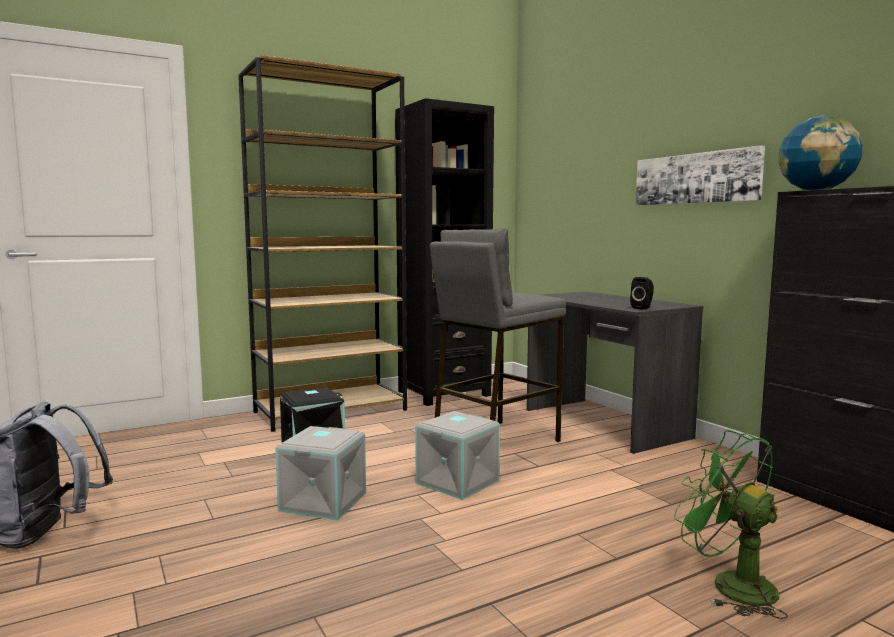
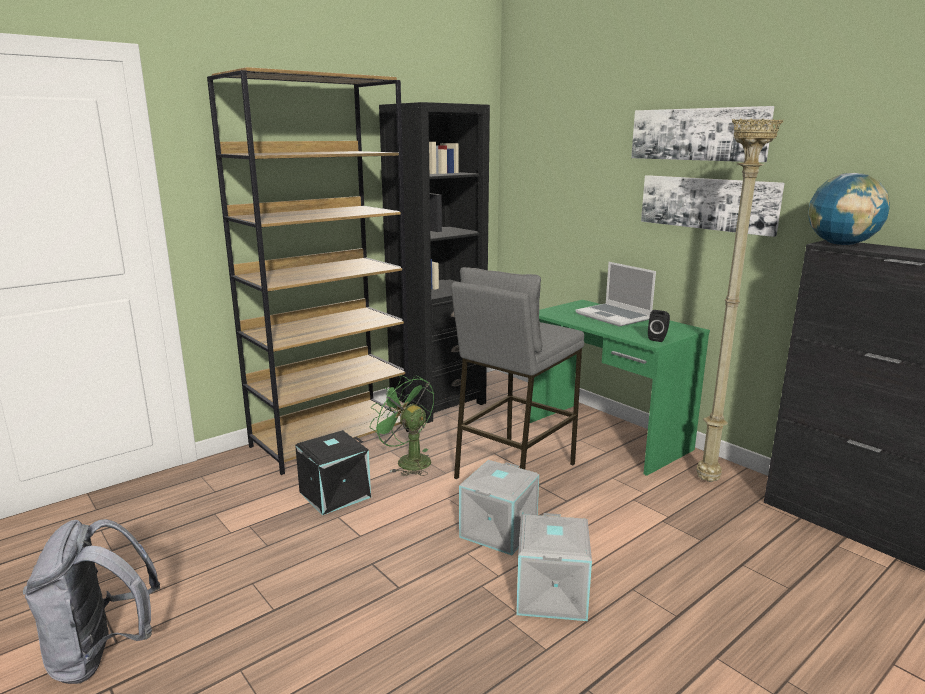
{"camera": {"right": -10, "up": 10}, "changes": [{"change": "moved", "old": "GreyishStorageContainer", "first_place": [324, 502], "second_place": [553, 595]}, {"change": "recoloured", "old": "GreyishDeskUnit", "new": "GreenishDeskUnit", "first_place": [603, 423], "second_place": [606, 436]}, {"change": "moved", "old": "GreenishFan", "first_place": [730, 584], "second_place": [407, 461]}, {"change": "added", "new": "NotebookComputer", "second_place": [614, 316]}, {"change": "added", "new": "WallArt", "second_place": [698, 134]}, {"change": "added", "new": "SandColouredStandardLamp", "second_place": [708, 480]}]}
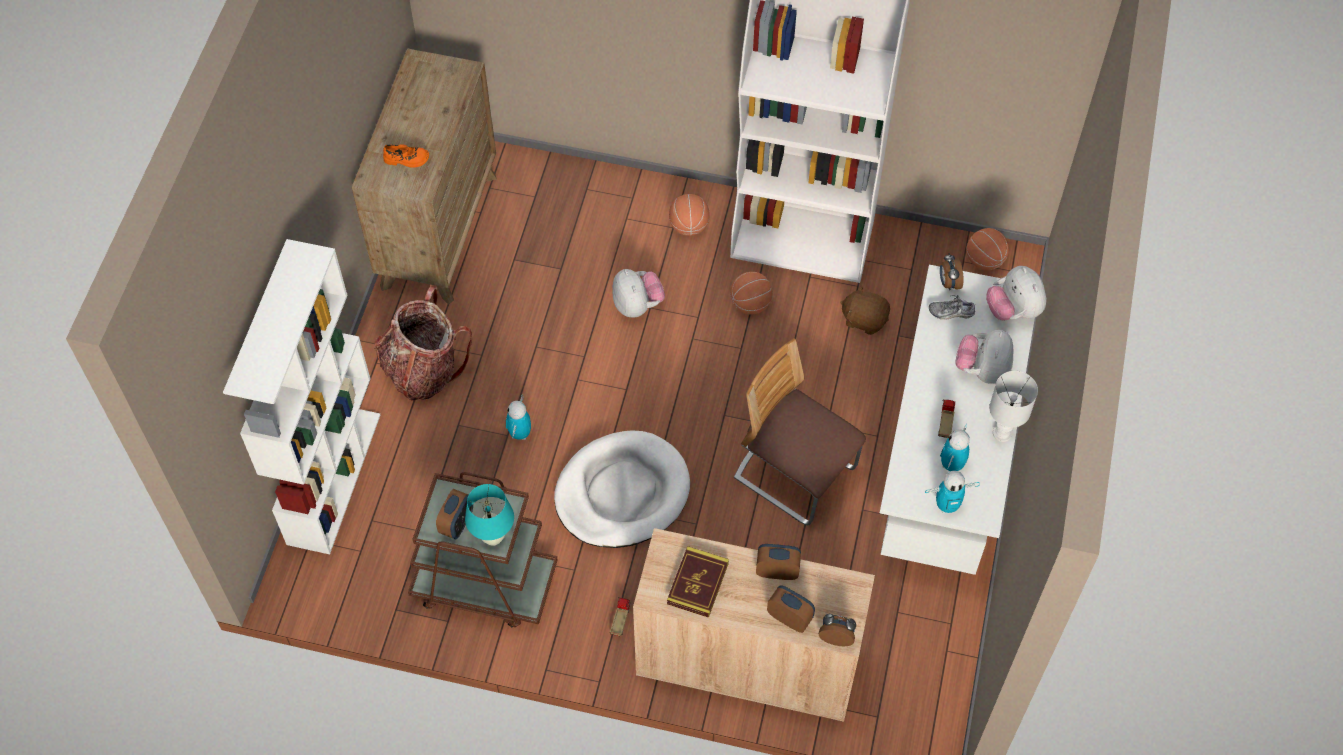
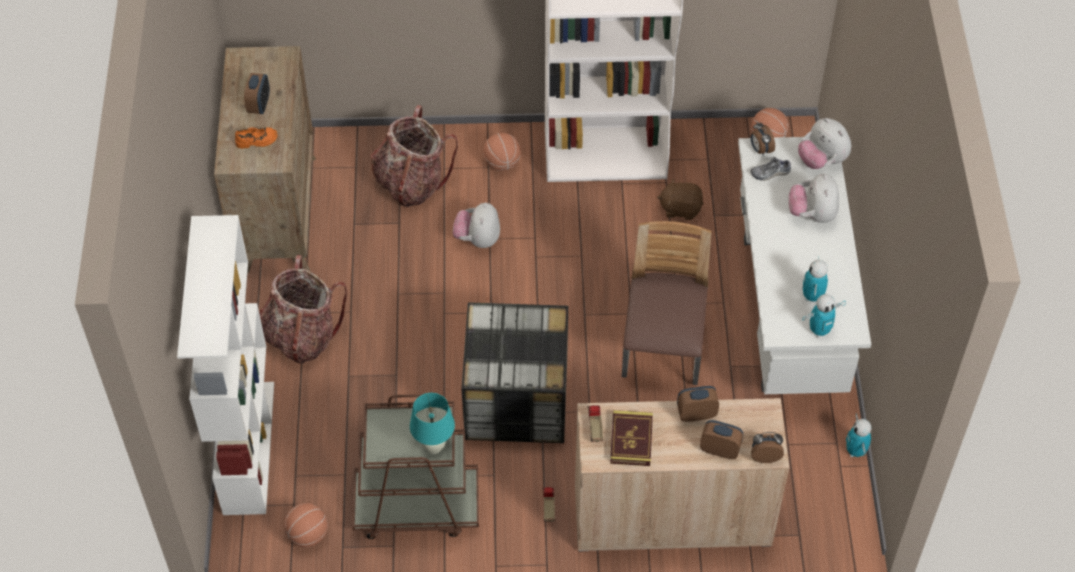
{"camera": {"right": -15, "up": -5}, "changes": [{"change": "moved", "old": "AlarmClock", "first_place": [457, 523], "second_place": [259, 105]}, {"change": "moved", "old": "ToyRobot", "first_place": [520, 433], "second_place": [855, 451]}, {"change": "replaced", "old": "WhiteDogCushion", "new": "StorageContainer", "first_place": [622, 493], "second_place": [515, 400]}, {"change": "turned", "old": "SoftToy", "first_place": [637, 305], "second_place": [478, 239], "degrees": -135}, {"change": "moved", "old": "BallForBasketball", "first_place": [751, 304], "second_place": [308, 535]}, {"change": "turned", "old": "Chair", "first_place": [795, 474], "second_place": [662, 350], "degrees": 75}, {"change": "moved", "old": "ModelTruck", "first_place": [945, 423], "second_place": [595, 428]}, {"change": "removed", "old": "WhiteTabletopLamp", "first_place": [1001, 433]}, {"change": "added", "new": "Backpack", "second_place": [411, 183]}]}
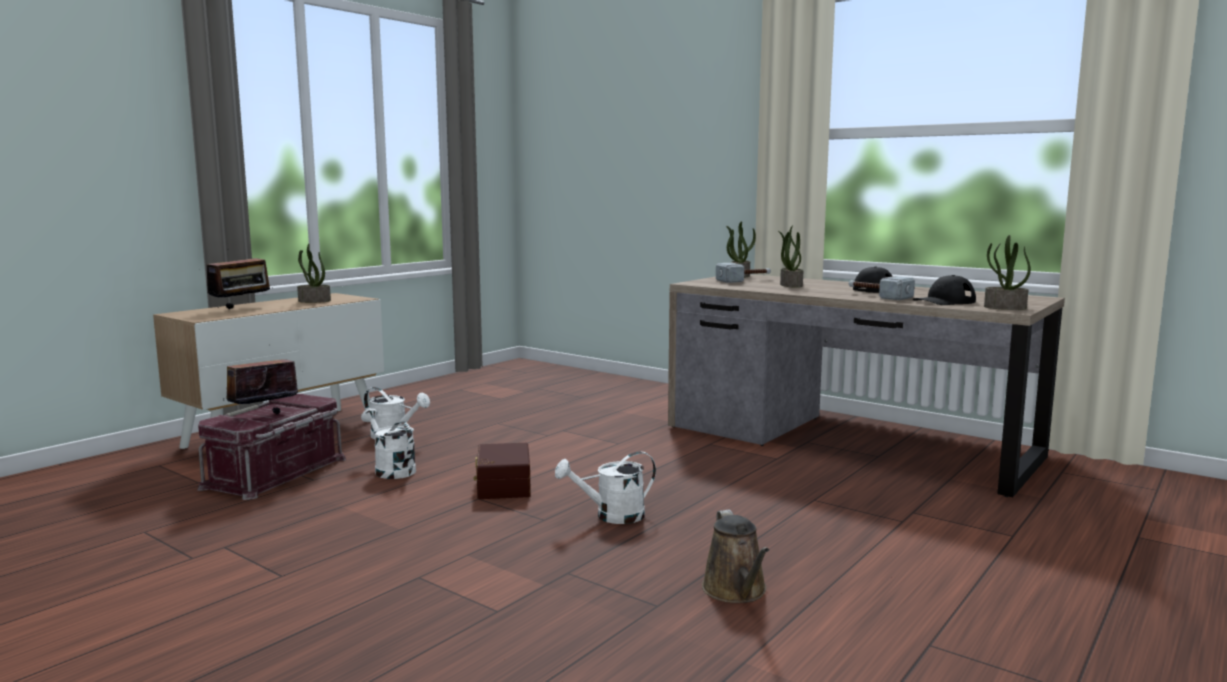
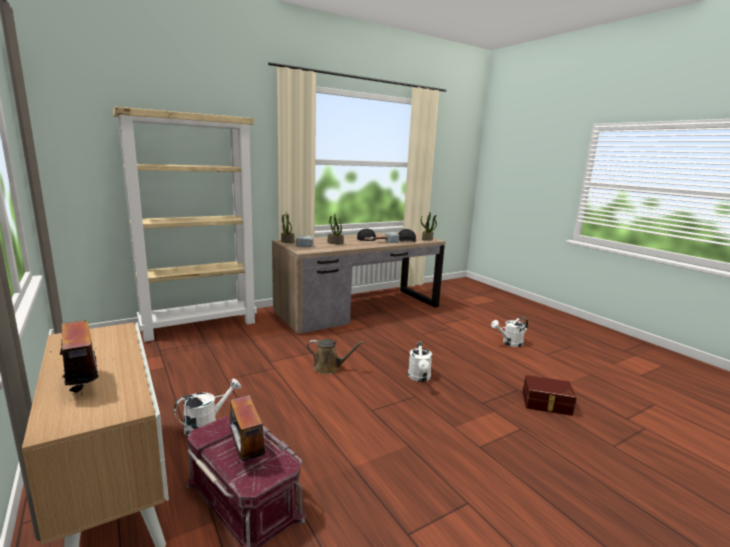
{"camera": {"right": -70, "up": 5}, "changes": [{"change": "removed", "old": "PlantInAPot", "first_place": [314, 301]}, {"change": "moved", "old": "WhiteWateringPot", "first_place": [391, 469], "second_place": [509, 343]}, {"change": "moved", "old": "BrownStorageContainer", "first_place": [502, 485], "second_place": [547, 404]}, {"change": "moved", "old": "BrownWateringPot", "first_place": [736, 591], "second_place": [329, 368]}, {"change": "added", "new": "SandColouredBookcase", "second_place": [200, 325]}]}
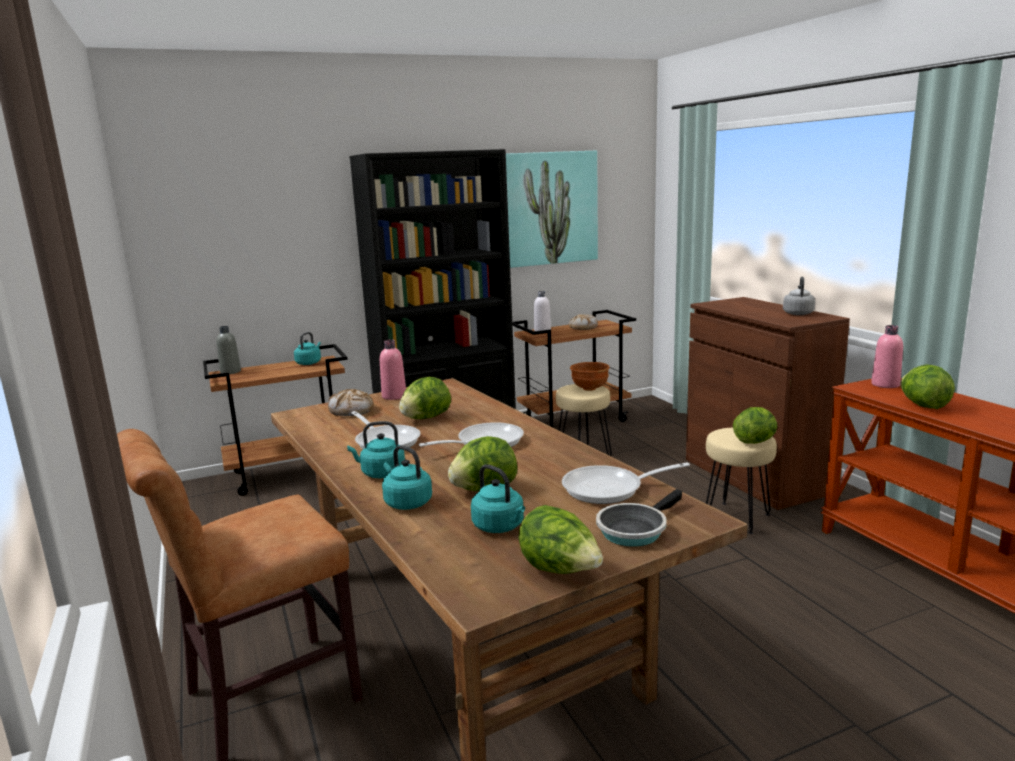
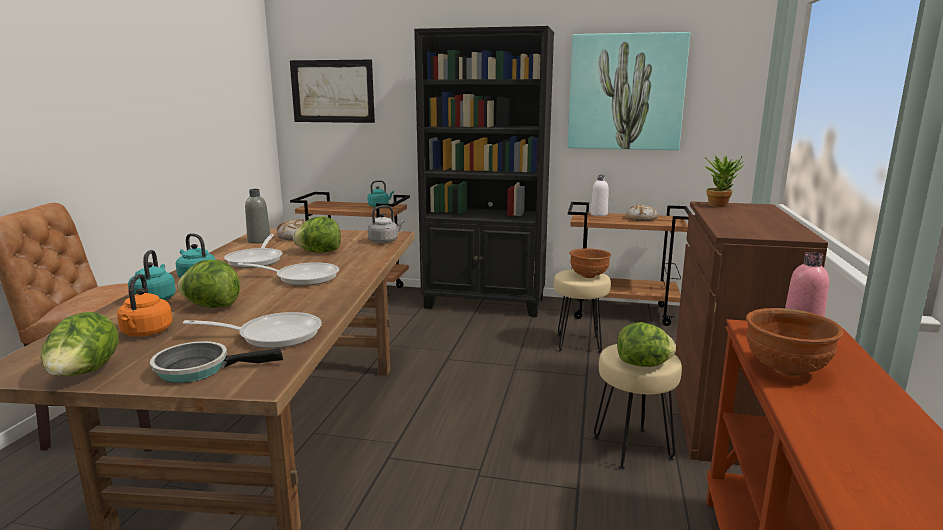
{"camera": {"right": 35, "up": 0}, "changes": [{"change": "moved", "old": "GreyishDrinkBottle", "first_place": [230, 372], "second_place": [259, 241]}, {"change": "removed", "old": "PinkColouredDrinkBottle", "first_place": [394, 396]}, {"change": "recoloured", "old": "TurquoiseKettle", "new": "OrangeKettle", "first_place": [500, 527], "second_place": [146, 333]}, {"change": "turned", "old": "Pan", "first_place": [609, 489], "second_place": [273, 335], "degrees": 150}, {"change": "moved", "old": "GreyishKettle", "first_place": [798, 313], "second_place": [385, 241]}, {"change": "replaced", "old": "HeadOfLettuce", "new": "BrownServingBowl", "first_place": [923, 406], "second_place": [785, 370]}, {"change": "added", "new": "WallArt", "second_place": [333, 91]}, {"change": "added", "new": "PlantInAPot", "second_place": [719, 205]}]}
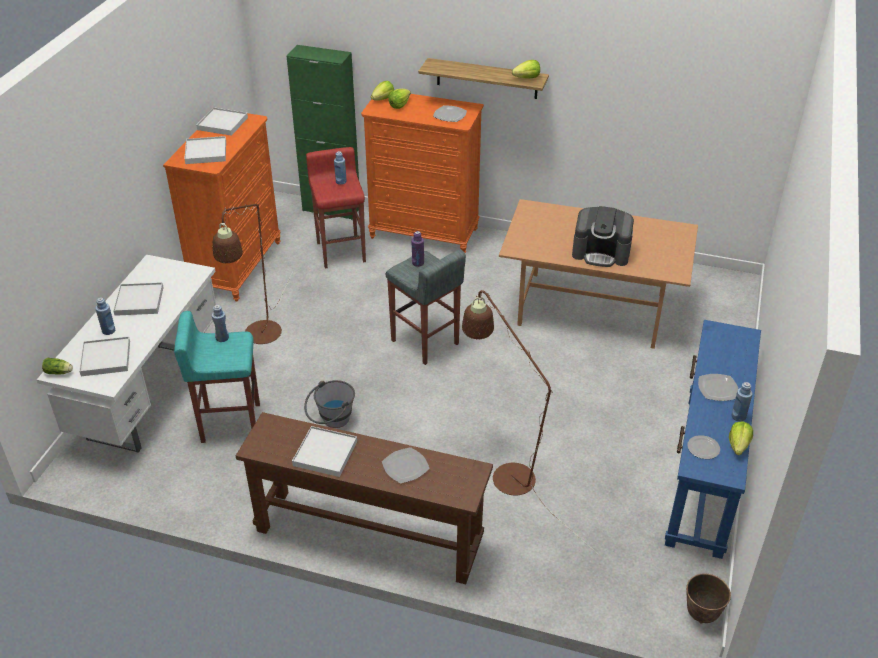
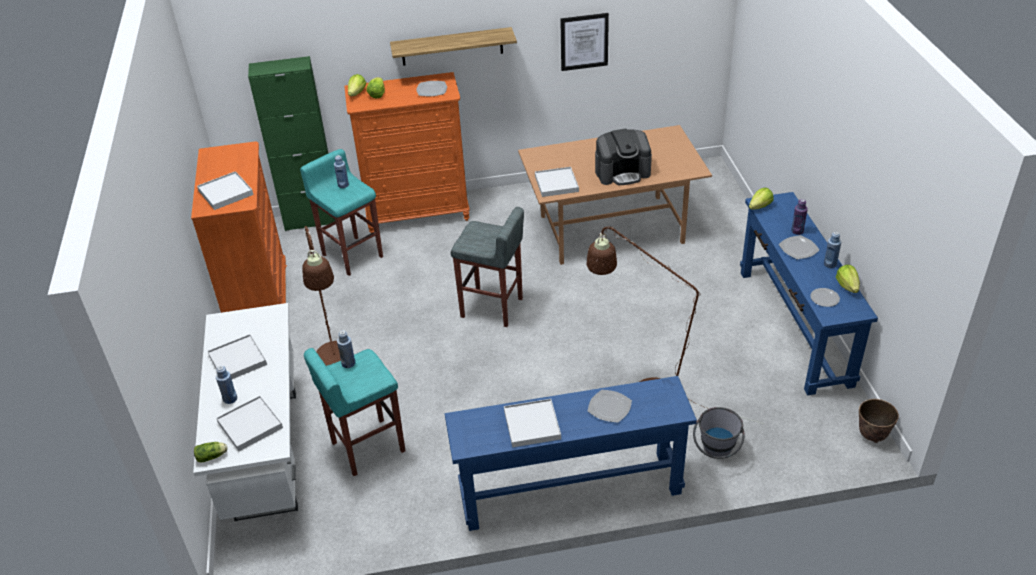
{"camera": {"right": -25, "up": 0}, "changes": [{"change": "moved", "old": "WhiteServingTray", "first_place": [222, 124], "second_place": [556, 184]}, {"change": "recoloured", "old": "BrownNarrowTable", "new": "BlueNarrowTable", "first_place": [368, 535], "second_place": [570, 490]}, {"change": "moved", "old": "GreyishPail", "first_place": [331, 421], "second_place": [716, 452]}, {"change": "recoloured", "old": "RedColouredStoolSeat", "new": "TurquoiseStoolSeat", "first_place": [341, 251], "second_place": [352, 255]}, {"change": "moved", "old": "PurpleColouredDrinkBottle", "first_place": [418, 263], "second_place": [797, 231]}, {"change": "moved", "old": "HeadOfLettuce", "first_place": [527, 78], "second_place": [760, 207]}, {"change": "added", "new": "WallArt", "second_place": [584, 41]}]}
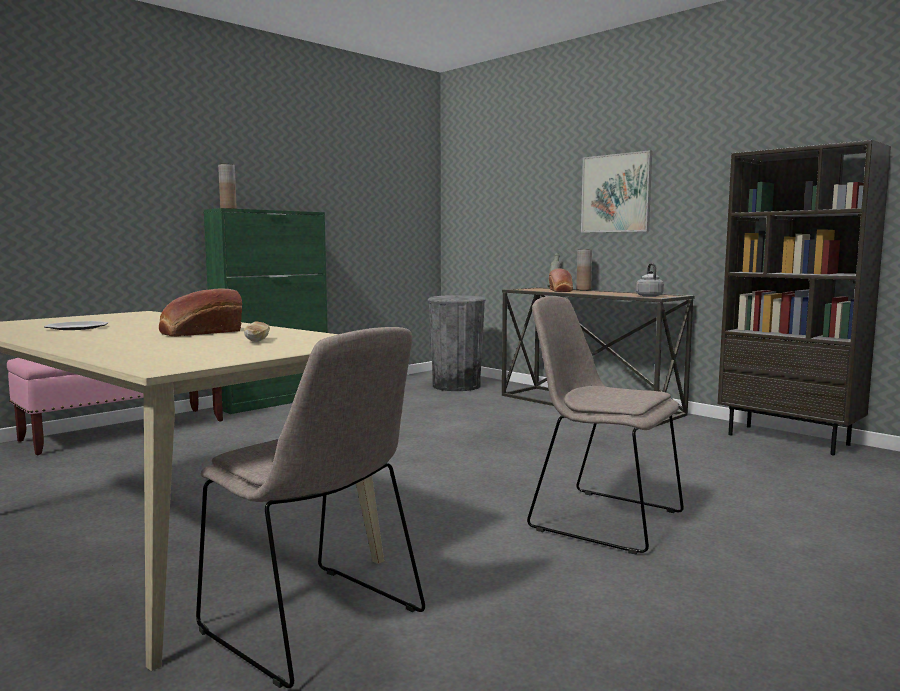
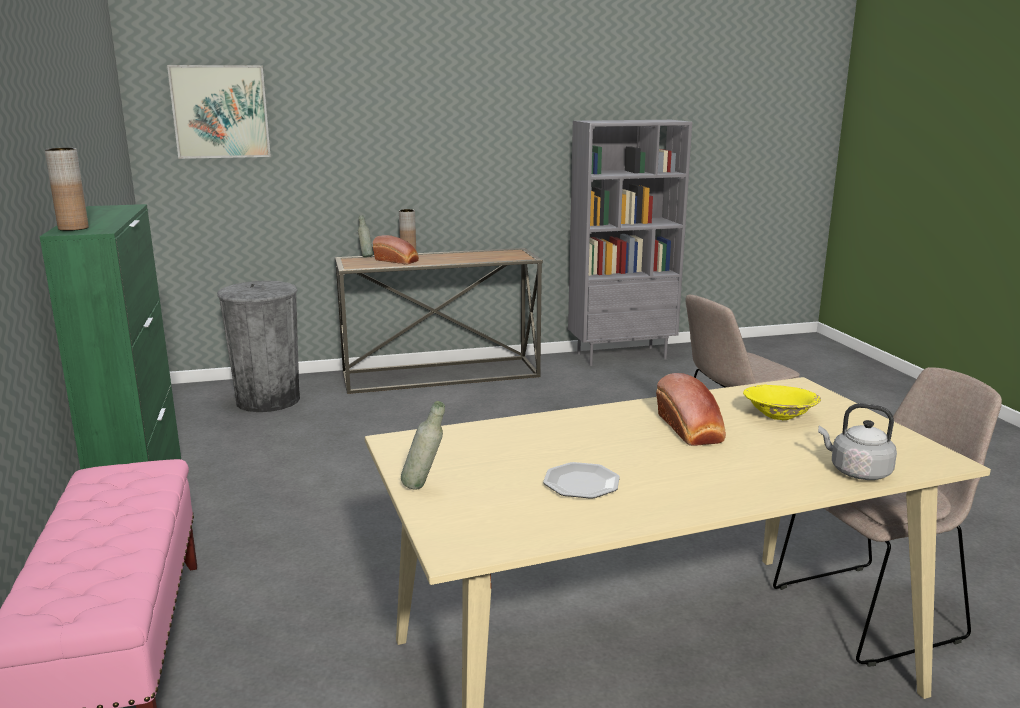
{"camera": {"right": -60, "up": 10}, "changes": [{"change": "replaced", "old": "BakeryBread", "new": "YellowColouredServingBowl", "first_place": [258, 341], "second_place": [779, 415]}, {"change": "moved", "old": "WallArt", "first_place": [616, 193], "second_place": [220, 112]}, {"change": "moved", "old": "GreyishKettle", "first_place": [649, 296], "second_place": [856, 472]}, {"change": "recoloured", "old": "BrownBookcase", "new": "GreyishBookcase", "first_place": [789, 439], "second_place": [621, 356]}, {"change": "added", "new": "GreyishDrinkBottle", "second_place": [424, 488]}]}
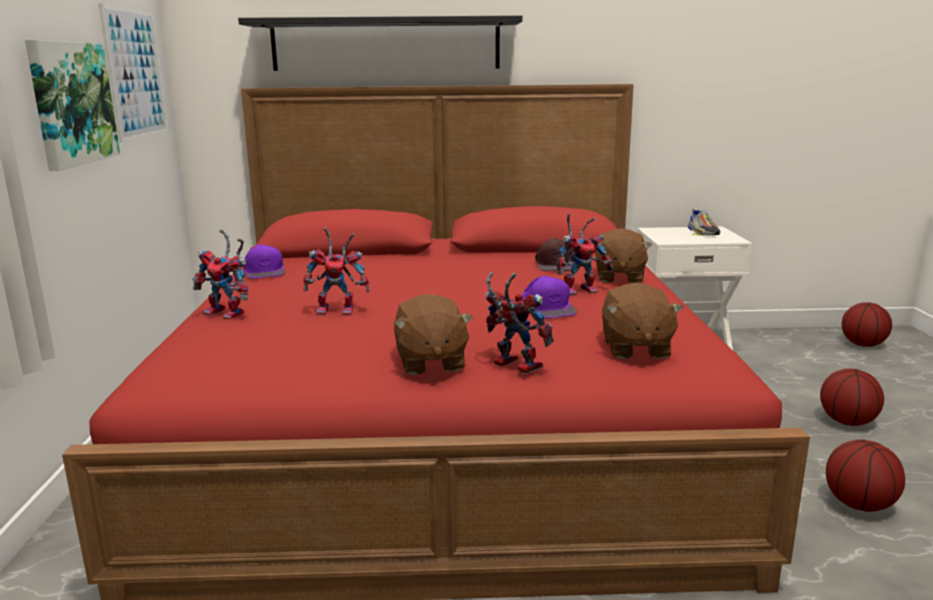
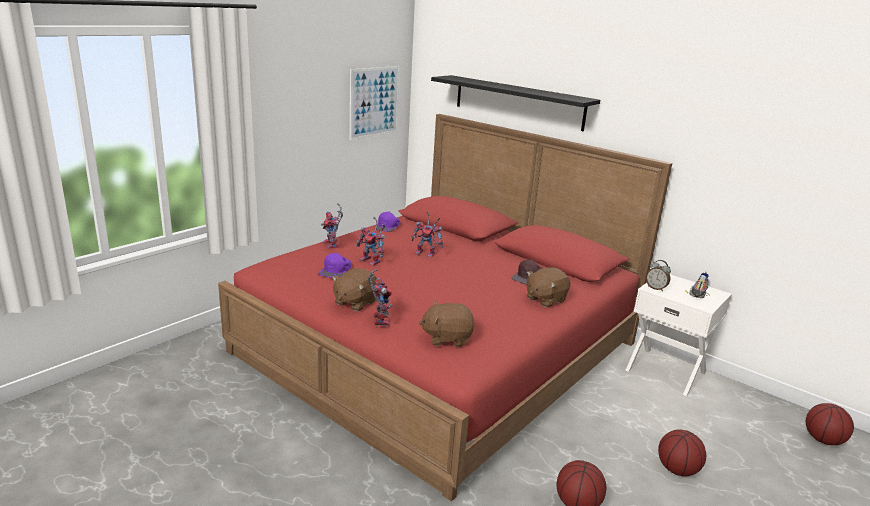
{"camera": {"right": 40, "up": 5}, "changes": [{"change": "removed", "old": "WallArt", "first_place": [71, 103]}, {"change": "moved", "old": "PurpleColouredBaseballCap", "first_place": [547, 308], "second_place": [336, 270]}, {"change": "moved", "old": "ToyRobot", "first_place": [580, 290], "second_place": [427, 253]}, {"change": "turned", "old": "BrownSoftToy", "first_place": [635, 348], "second_place": [447, 338], "degrees": 45}, {"change": "added", "new": "AlarmClock", "second_place": [655, 288]}]}
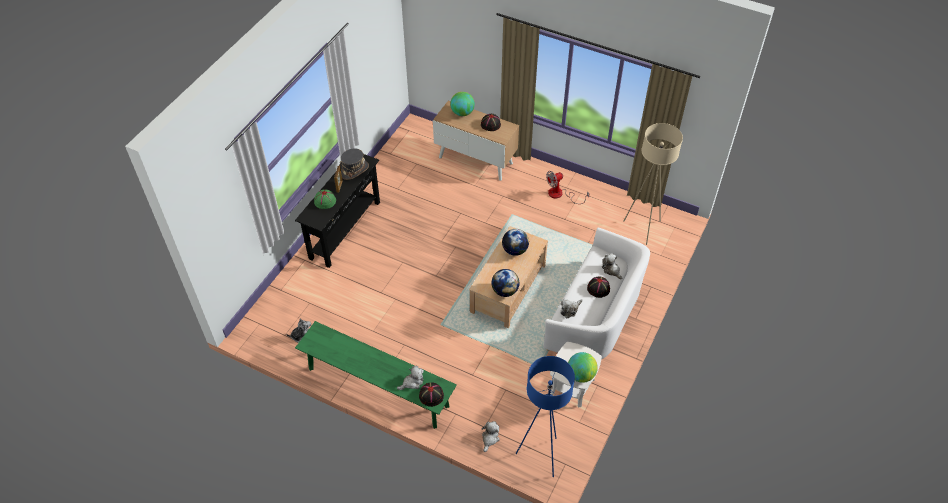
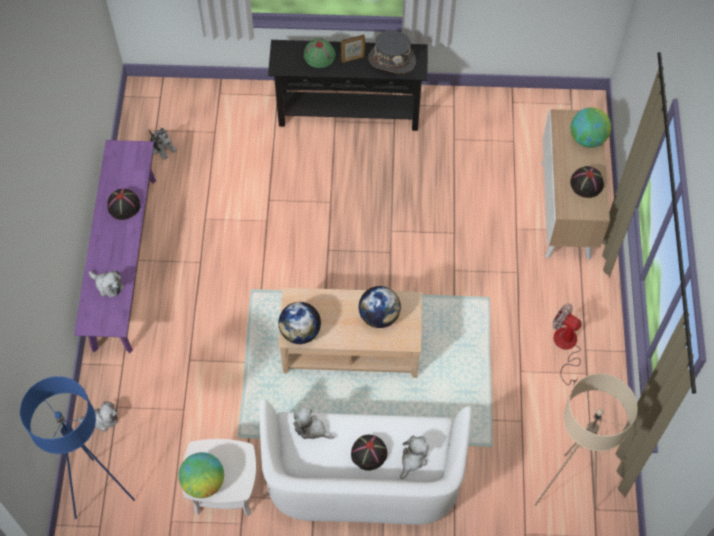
{"camera": {"right": 65, "up": 10}, "changes": [{"change": "recoloured", "old": "GreenishIndoorBench", "new": "PurpleColouredIndoorBench", "first_place": [378, 387], "second_place": [124, 261]}, {"change": "moved", "old": "BlackWearableHat", "first_place": [431, 395], "second_place": [124, 205]}]}
